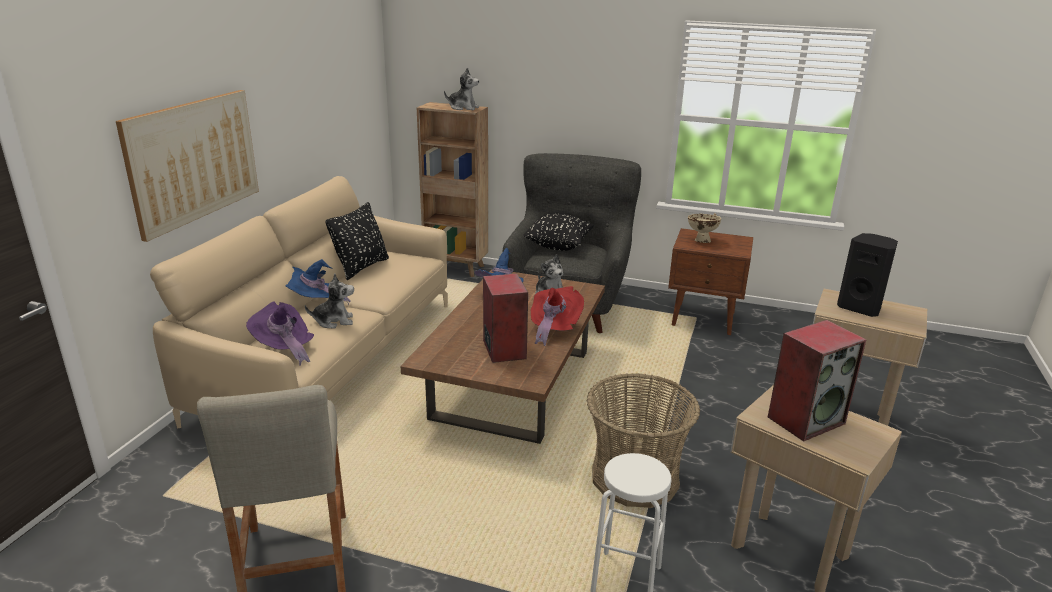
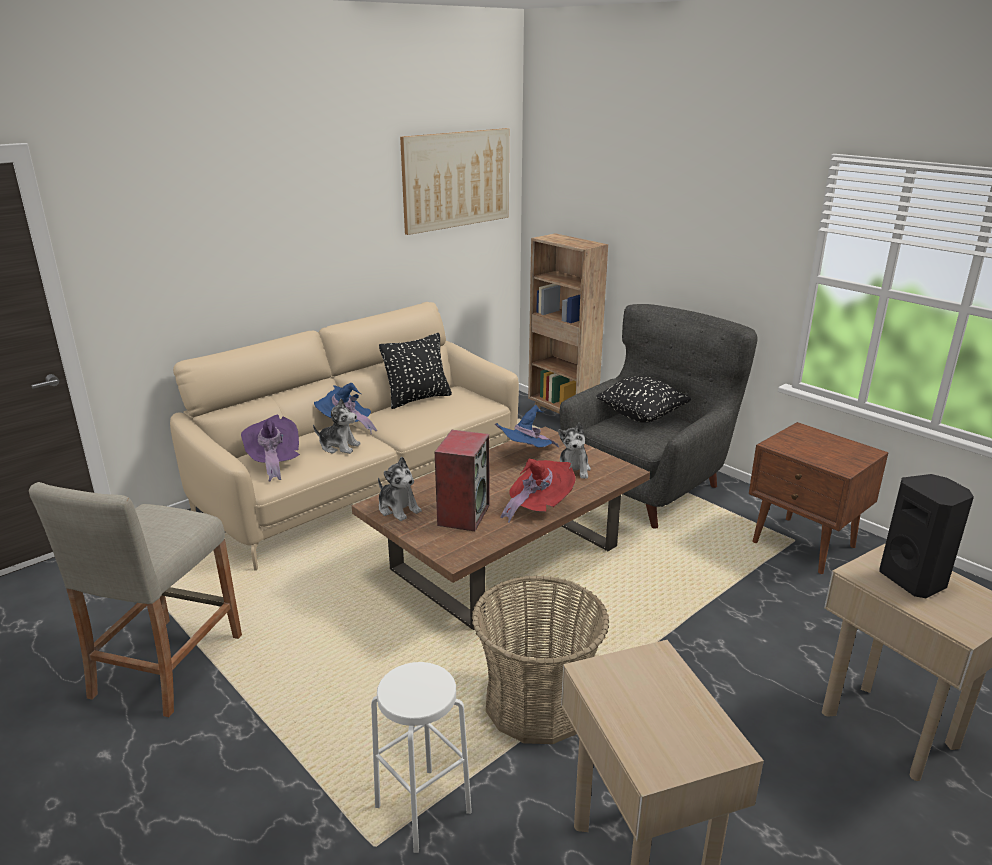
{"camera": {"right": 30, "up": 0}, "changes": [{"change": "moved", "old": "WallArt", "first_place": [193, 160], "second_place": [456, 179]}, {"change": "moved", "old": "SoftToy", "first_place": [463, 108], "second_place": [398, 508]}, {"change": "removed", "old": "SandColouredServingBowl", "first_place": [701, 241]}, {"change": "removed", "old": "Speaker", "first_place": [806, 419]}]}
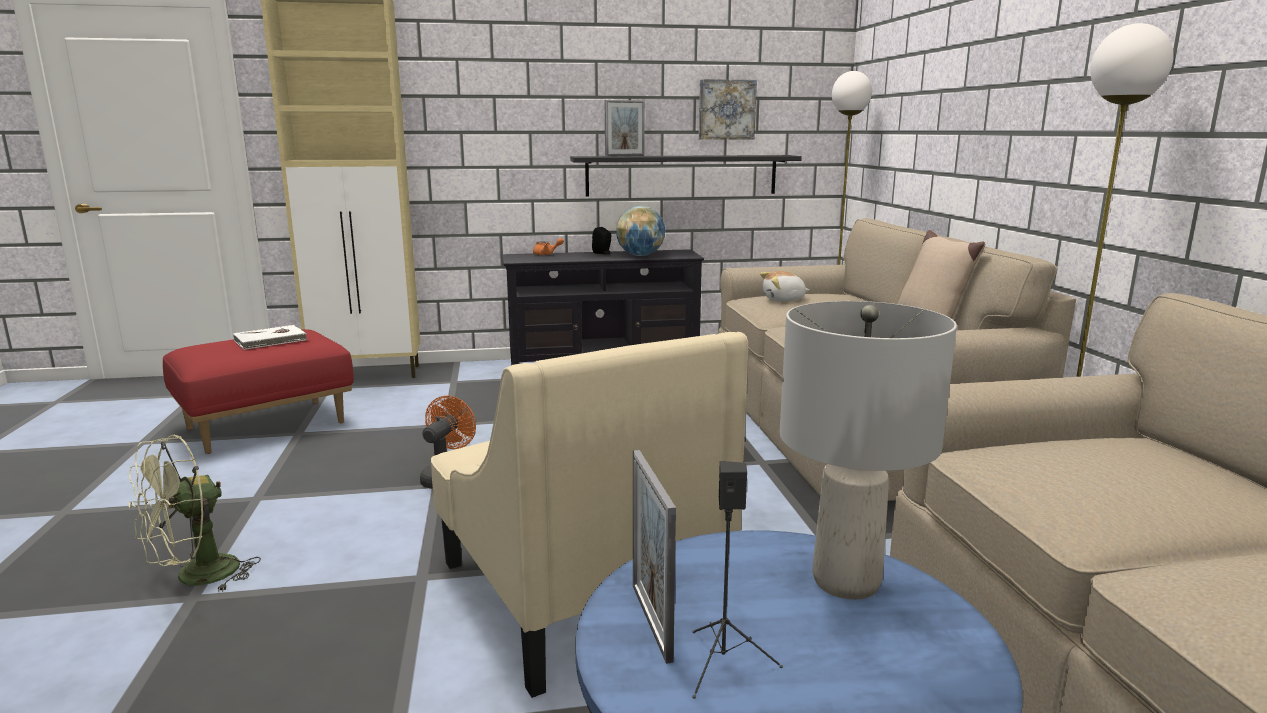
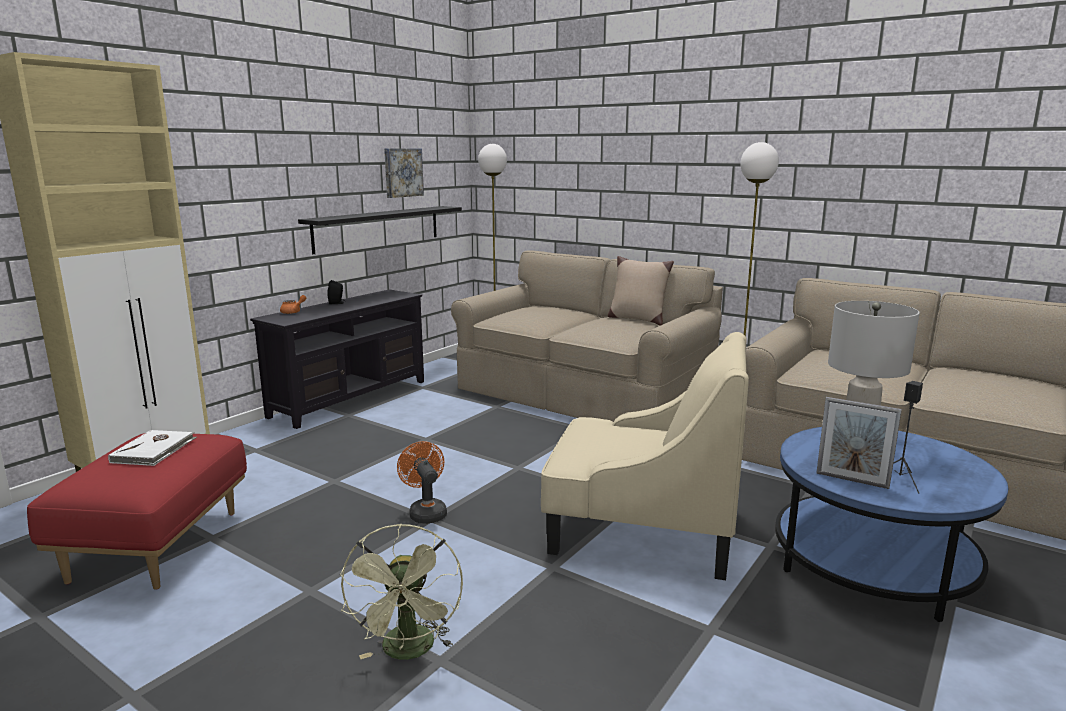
{"camera": {"right": -45, "up": 0}, "changes": [{"change": "removed", "old": "StandingFrame", "first_place": [625, 156]}, {"change": "removed", "old": "Globe", "first_place": [640, 256]}, {"change": "removed", "old": "SoftToy", "first_place": [783, 300]}]}
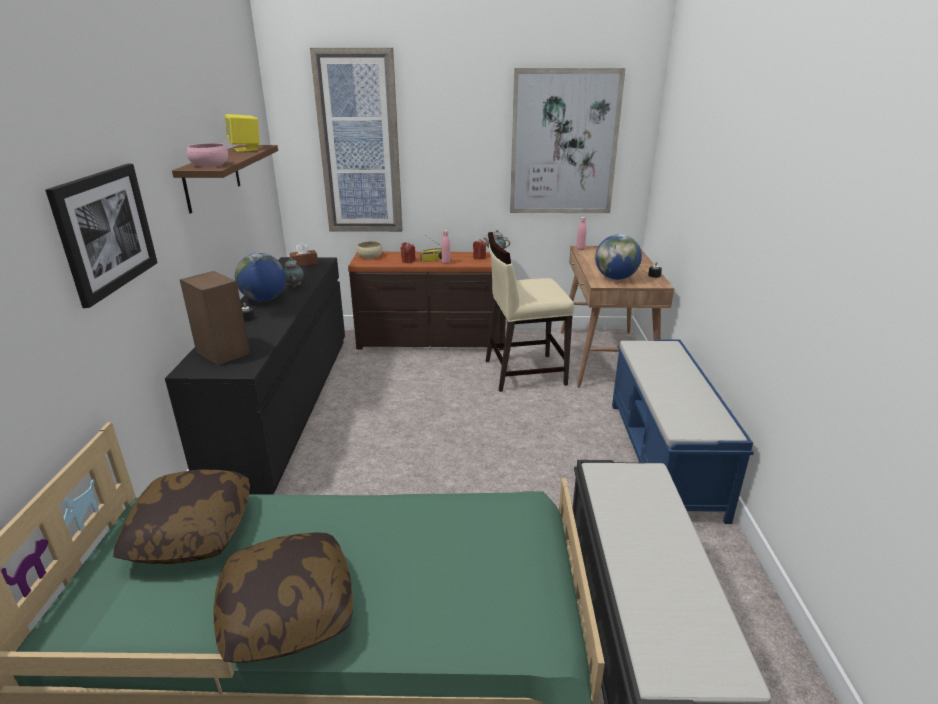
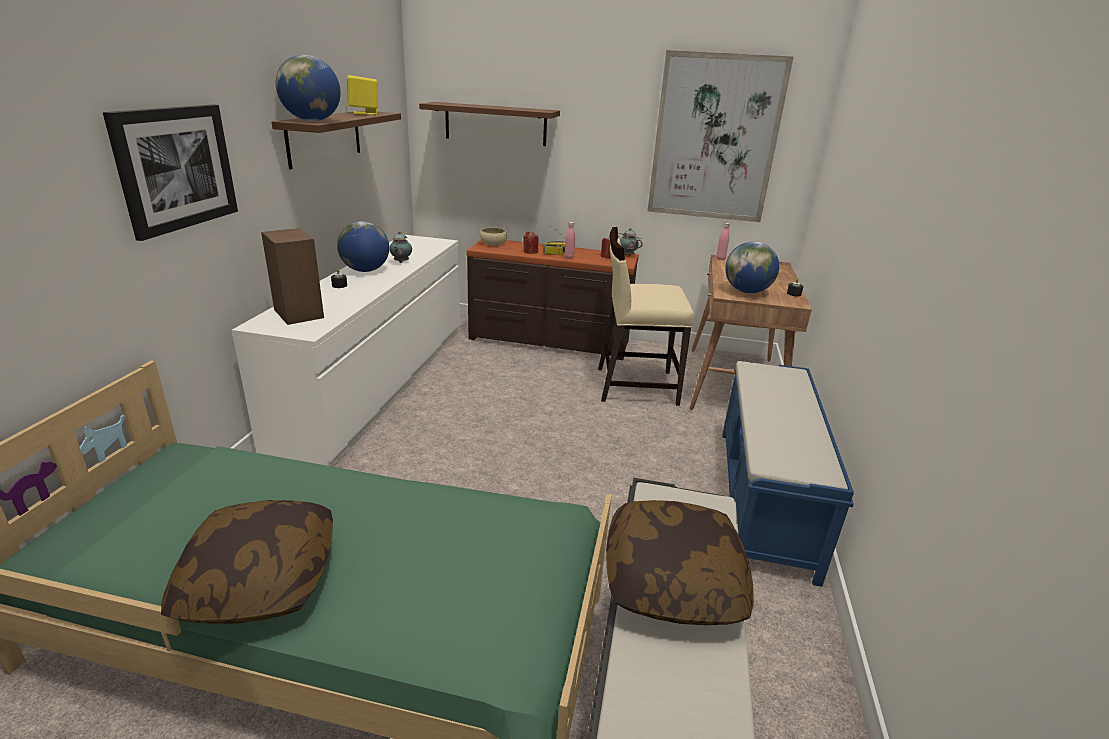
{"camera": {"right": 10, "up": 0}, "changes": [{"change": "moved", "old": "Cushion", "first_place": [191, 532], "second_place": [672, 580]}, {"change": "recoloured", "old": "BlackDresser", "new": "WhiteDresser", "first_place": [285, 403], "second_place": [378, 381]}, {"change": "replaced", "old": "PinkColouredServingBowl", "new": "Globe", "first_place": [210, 165], "second_place": [312, 120]}, {"change": "removed", "old": "BrownTissueHolder", "first_place": [304, 263]}, {"change": "replaced", "old": "WallArt", "new": "BrownWallShelf", "first_place": [359, 144], "second_place": [495, 124]}]}
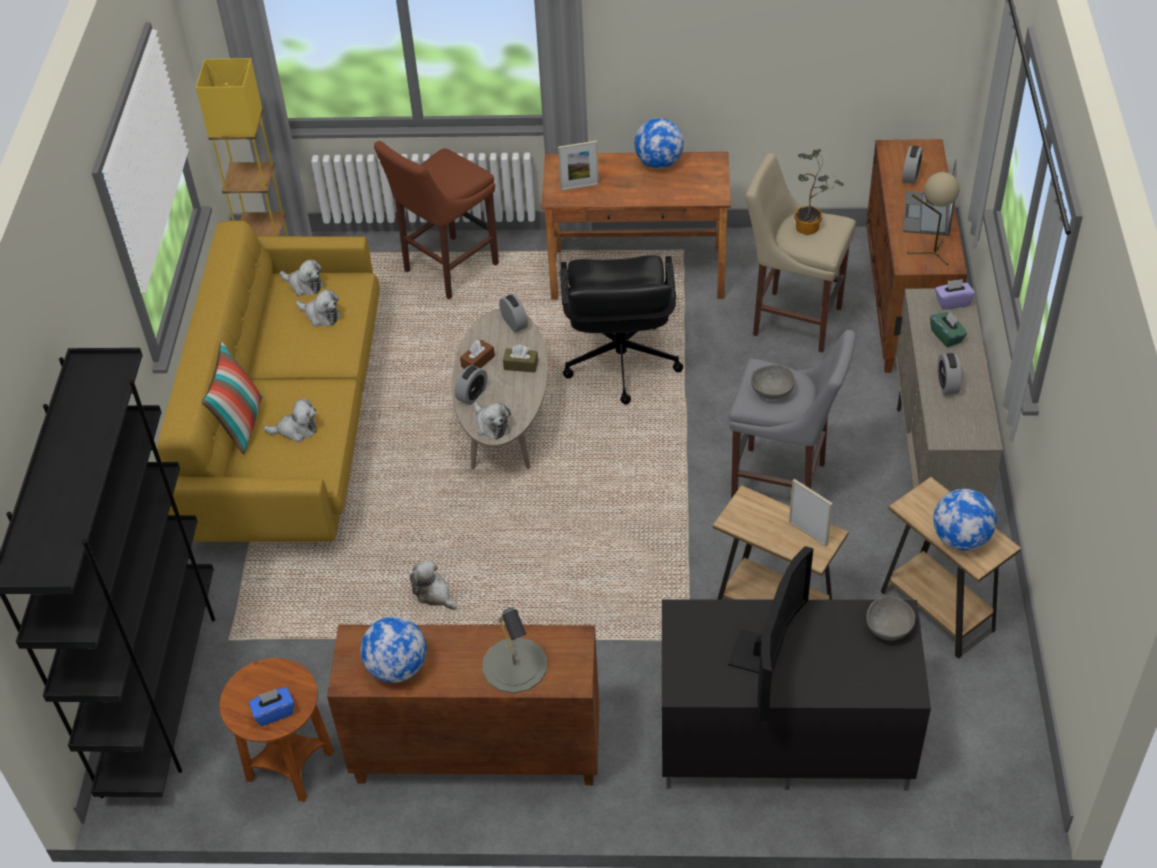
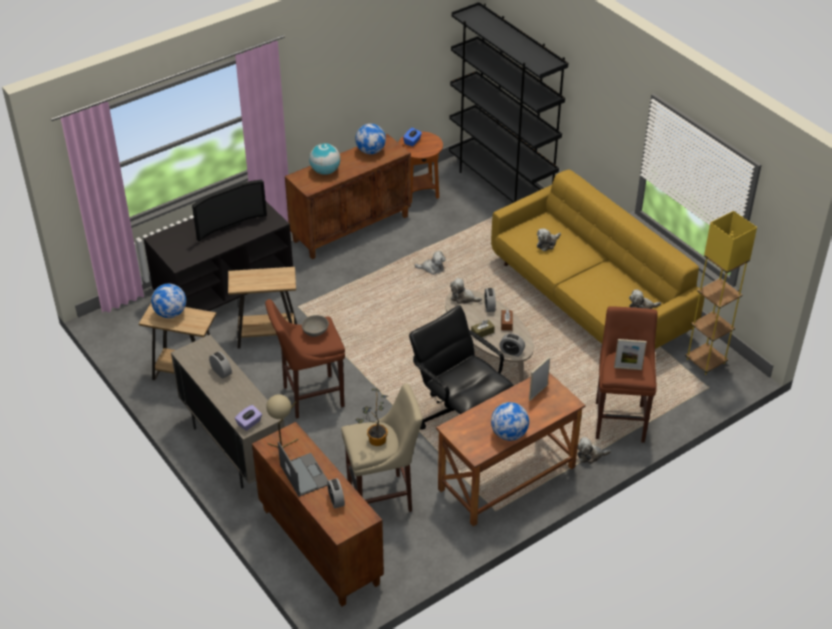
{"camera": {"right": 140, "up": -5}, "changes": [{"change": "removed", "old": "Cushion", "first_place": [240, 424]}, {"change": "moved", "old": "SoftToy", "first_place": [321, 315], "second_place": [590, 455]}, {"change": "replaced", "old": "GreyishTabletopLamp", "new": "Globe", "first_place": [515, 665], "second_place": [325, 171]}, {"change": "turned", "old": "TvSet", "first_place": [764, 656], "second_place": [227, 224], "degrees": -105}, {"change": "recoloured", "old": "GreyishStoolSeat", "new": "BrownStoolSeat", "first_place": [784, 483], "second_place": [310, 397]}, {"change": "moved", "old": "StandingFrame", "first_place": [808, 533], "second_place": [628, 368]}, {"change": "removed", "old": "GreyishServingBowl", "first_place": [888, 629]}, {"change": "removed", "old": "GreenishTissueHolder", "first_place": [946, 336]}]}
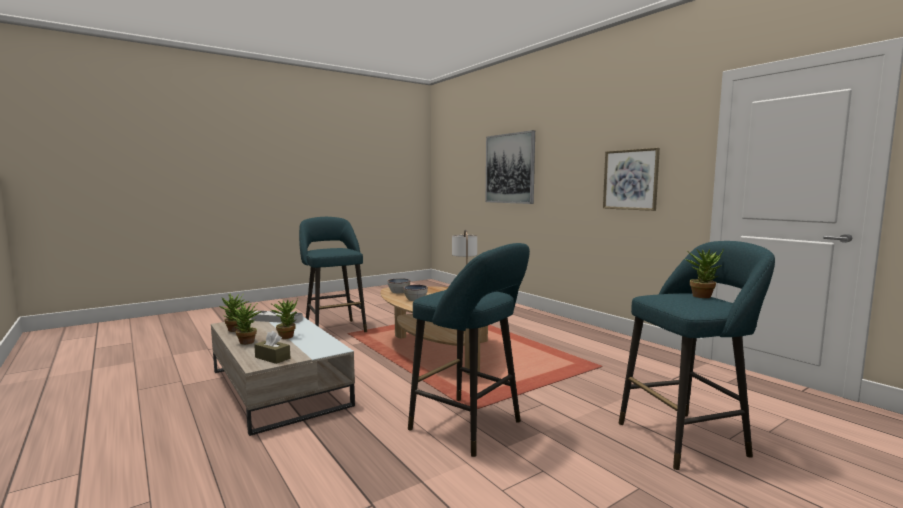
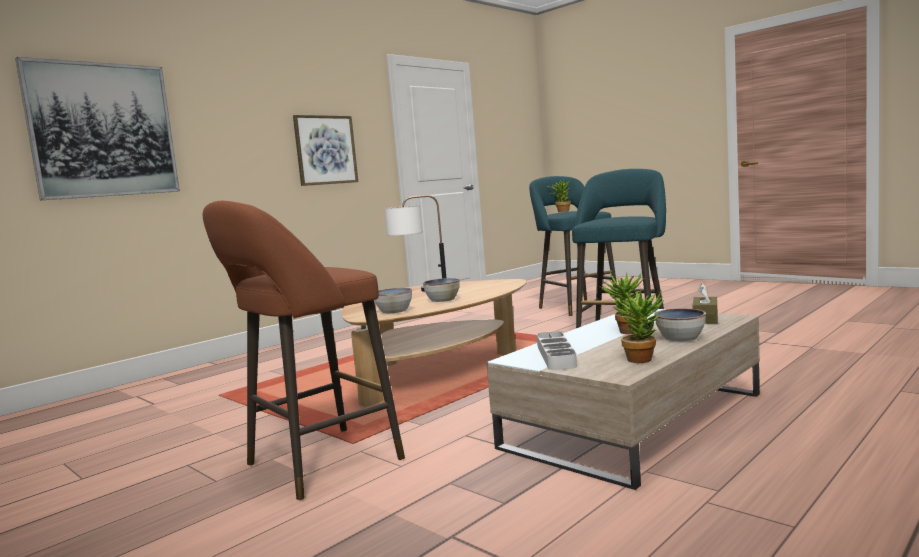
{"camera": {"right": -100, "up": 0}, "changes": [{"change": "replaced", "old": "PlantInAPot", "new": "ServingBowl", "first_place": [247, 343], "second_place": [681, 338]}, {"change": "recoloured", "old": "TurquoiseStoolSeat", "new": "BrownStoolSeat", "first_place": [334, 329], "second_place": [315, 464]}]}
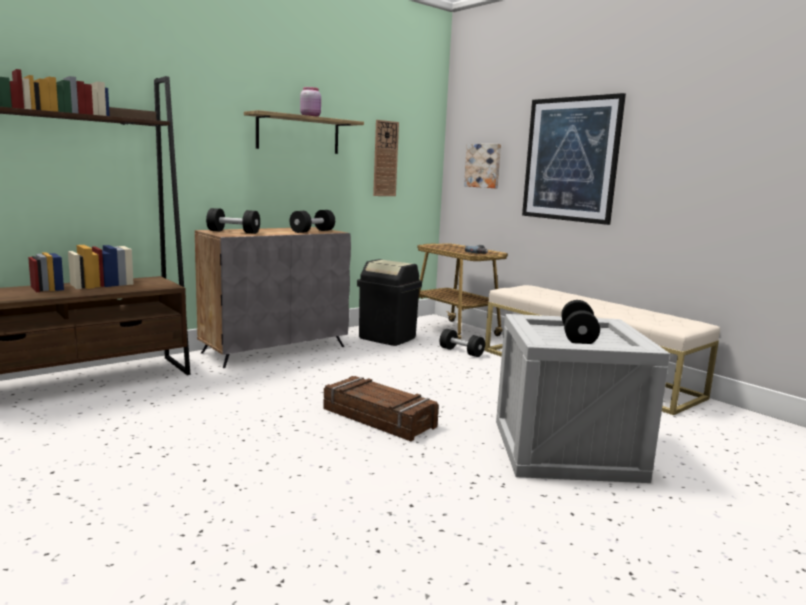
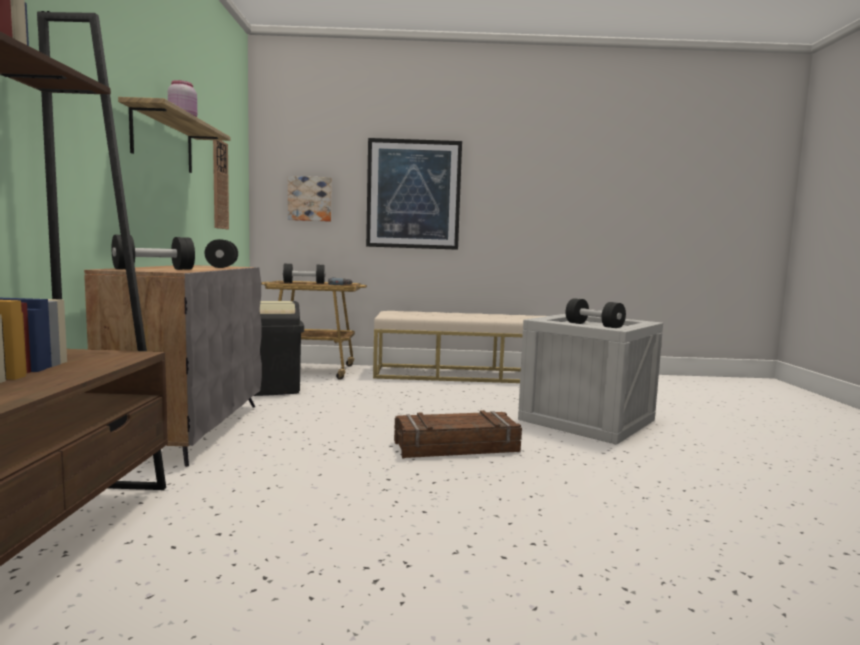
{"camera": {"right": -50, "up": -5}, "changes": [{"change": "moved", "old": "BlackFreeWeight", "first_place": [461, 352], "second_place": [304, 283]}]}
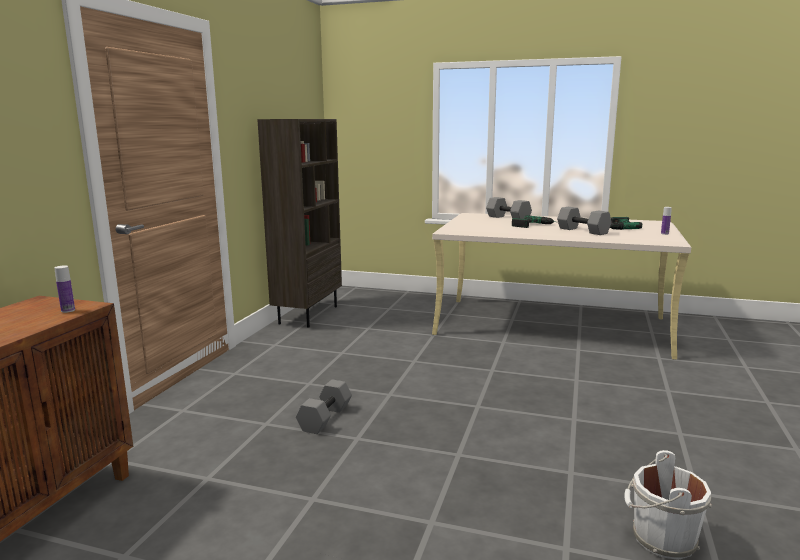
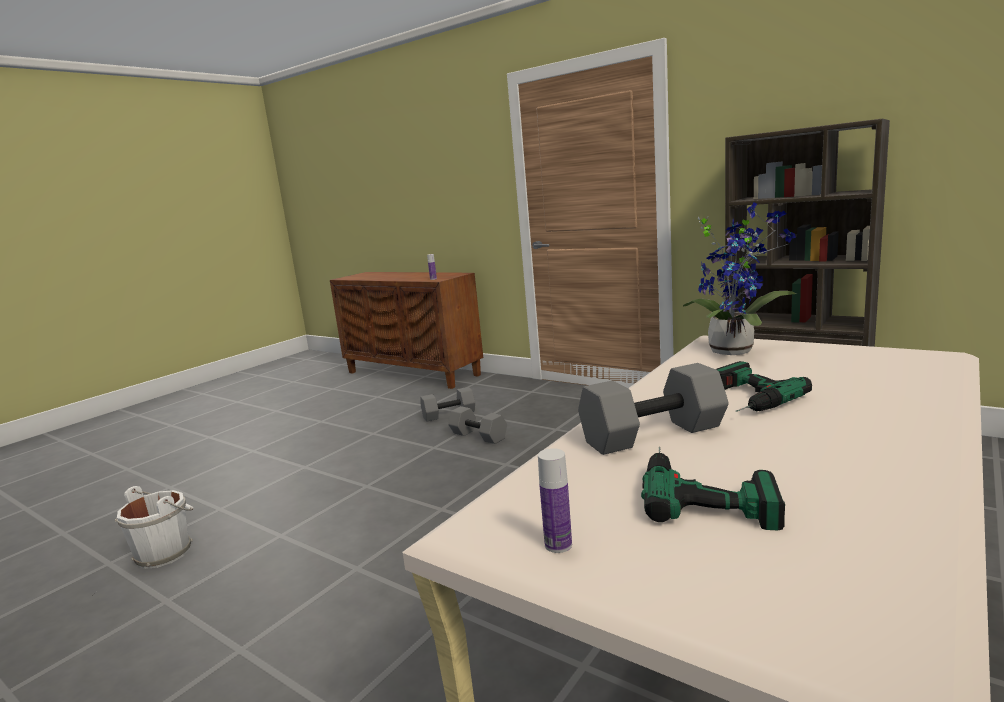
{"camera": {"right": 110, "up": 0}, "changes": [{"change": "moved", "old": "GreyishFreeWeight", "first_place": [507, 218], "second_place": [449, 414]}, {"change": "added", "new": "PlantInAPot", "second_place": [735, 349]}]}
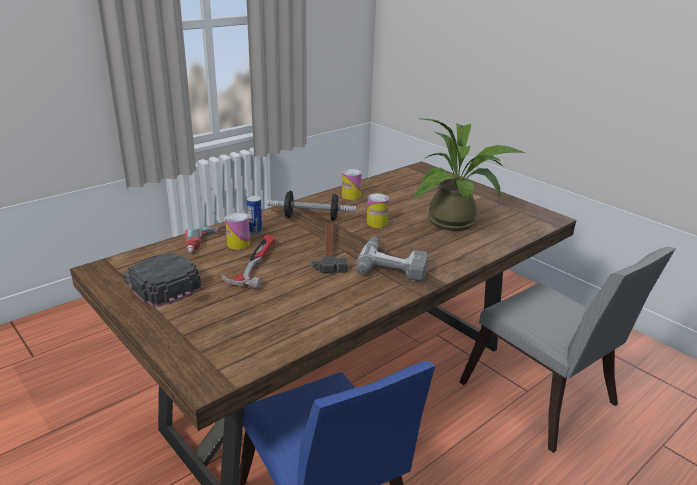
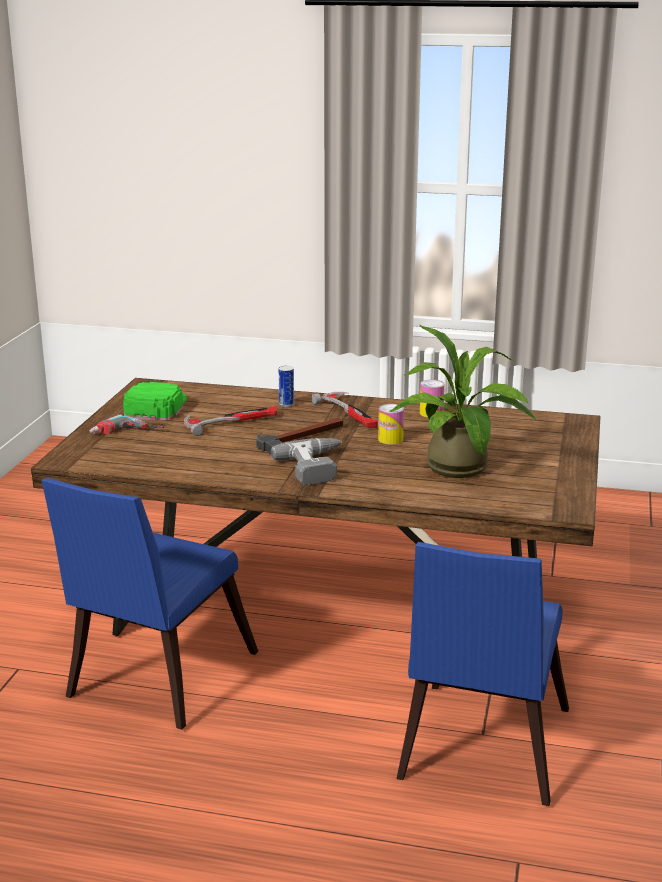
{"camera": {"right": 55, "up": -5}, "changes": [{"change": "recoloured", "old": "BlackBaseballCap", "new": "GreenishBaseballCap", "first_place": [160, 283], "second_place": [156, 406]}, {"change": "moved", "old": "Drill", "first_place": [210, 242], "second_place": [126, 434]}, {"change": "removed", "old": "MetalCan", "first_place": [238, 244]}, {"change": "replaced", "old": "FreeWeight", "new": "Hammer", "first_place": [311, 218], "second_place": [351, 414]}, {"change": "recoloured", "old": "GreyishChair", "new": "BlueChair", "first_place": [543, 400], "second_place": [480, 750]}]}
